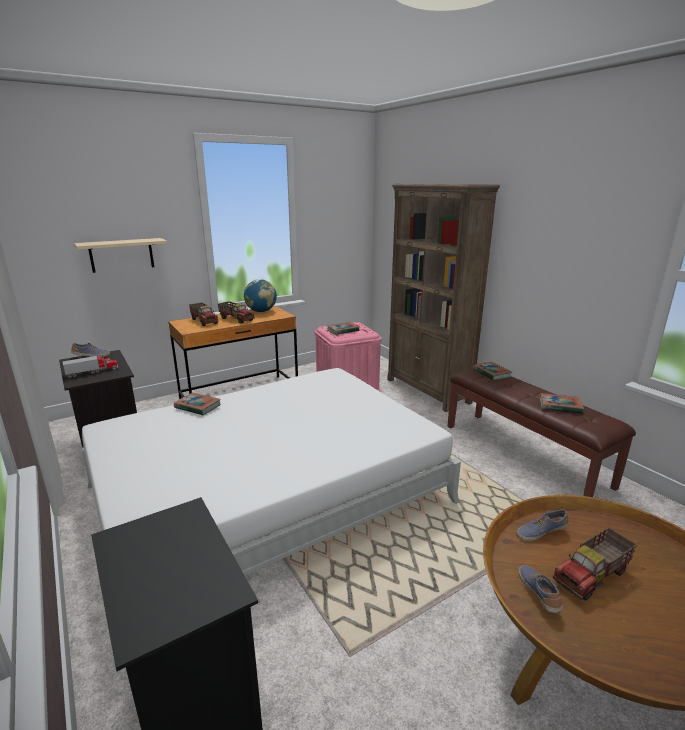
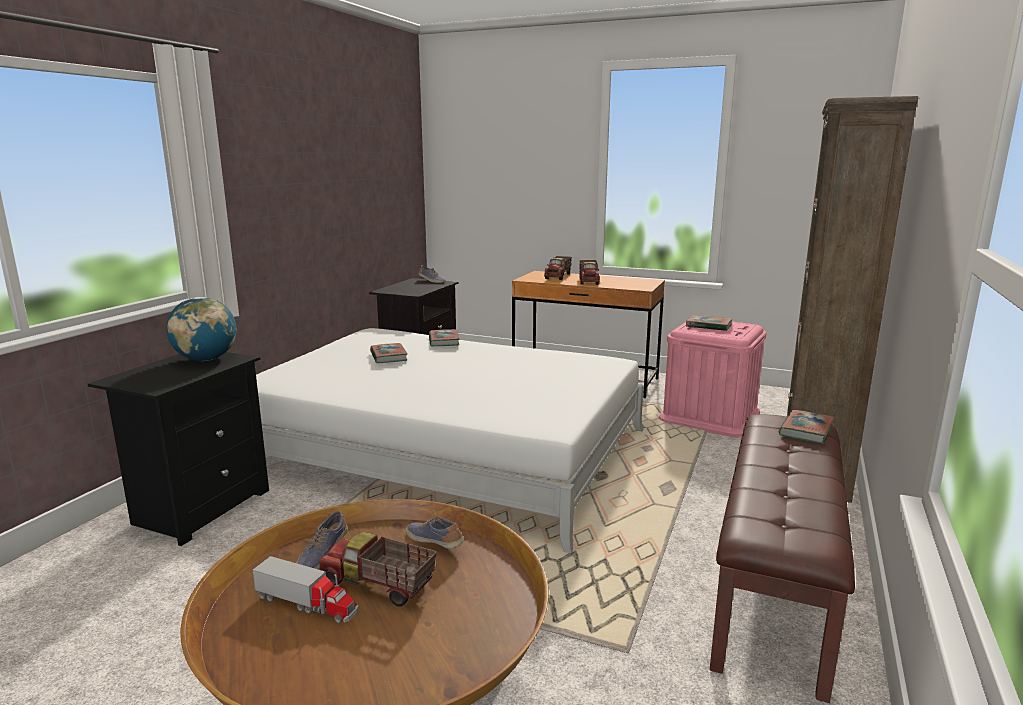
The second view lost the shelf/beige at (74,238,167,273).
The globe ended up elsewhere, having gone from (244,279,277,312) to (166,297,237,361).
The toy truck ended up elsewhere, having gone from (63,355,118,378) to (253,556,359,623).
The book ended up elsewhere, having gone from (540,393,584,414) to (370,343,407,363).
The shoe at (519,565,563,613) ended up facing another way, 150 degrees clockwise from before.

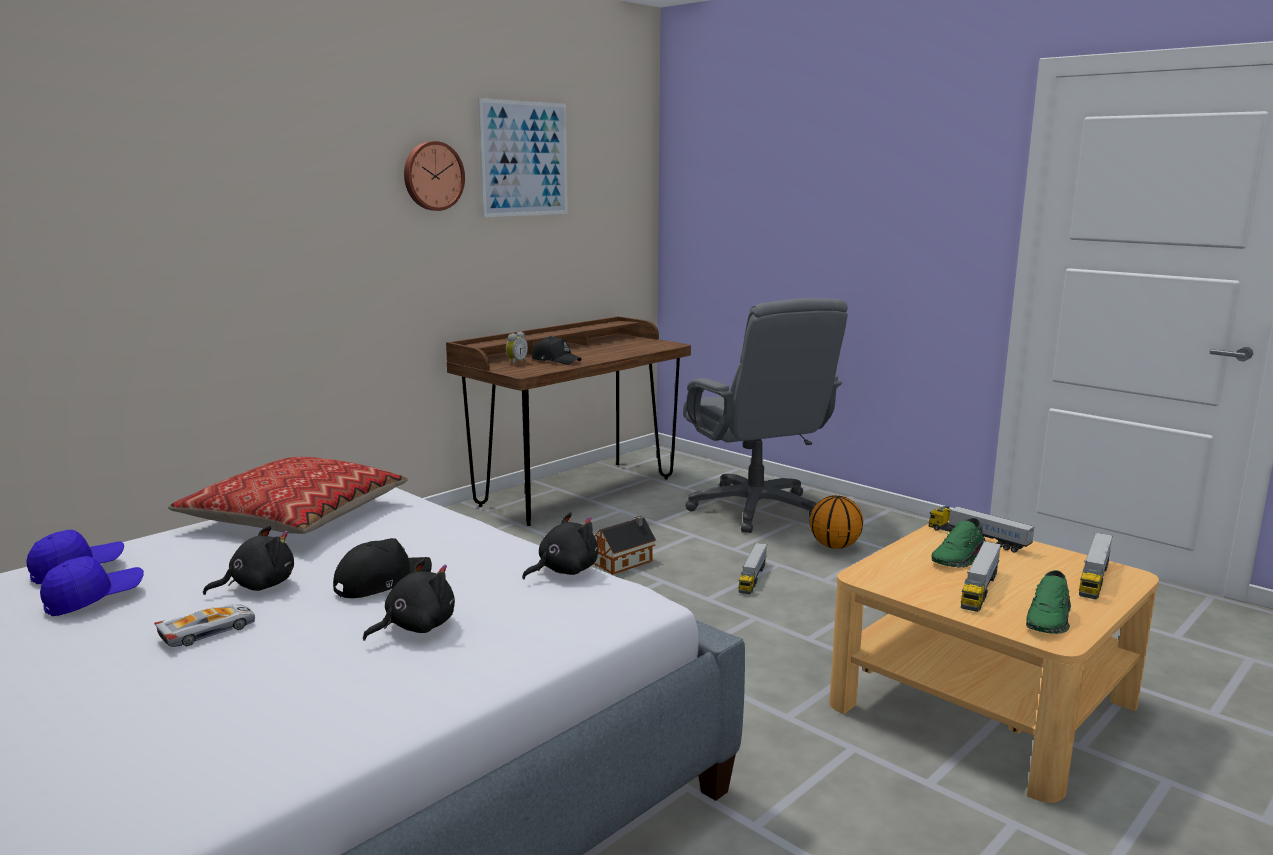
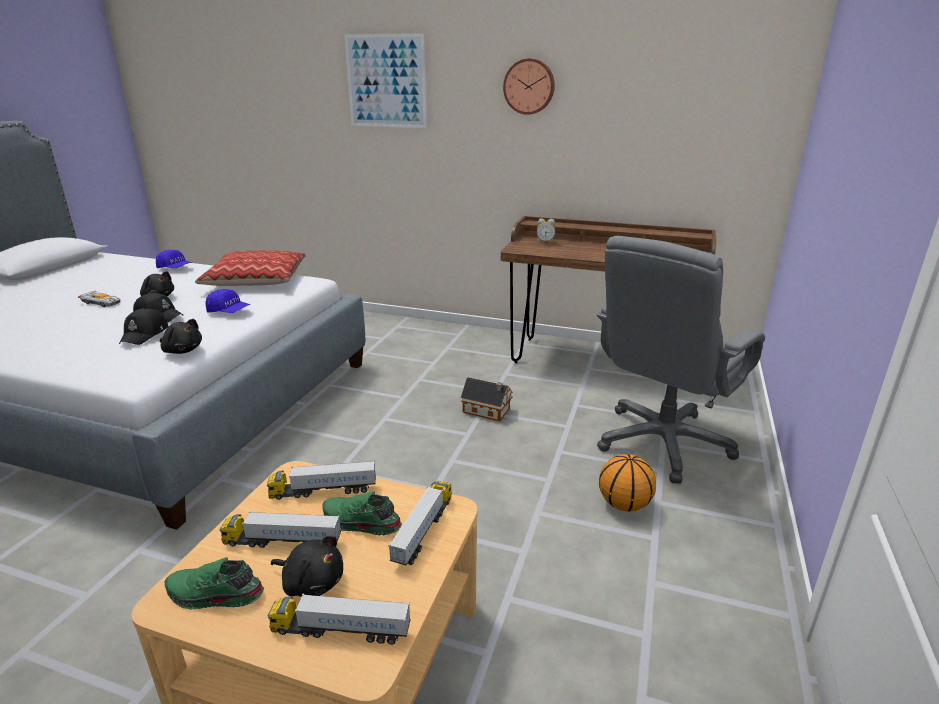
The picture ended up elsewhere, having gone from (478,98,568,217) to (344,33,427,128).
The cap/black ended up elsewhere, having gone from (532,336,581,365) to (119,308,168,345).
The toy truck ended up elsewhere, having gone from (739,543,767,594) to (267,461,376,500).
The cap/blue ended up elsewhere, having gone from (40,556,144,616) to (206,289,250,313).
The plush toy/black ended up elsewhere, having gone from (363,559,455,641) to (271,536,343,597).

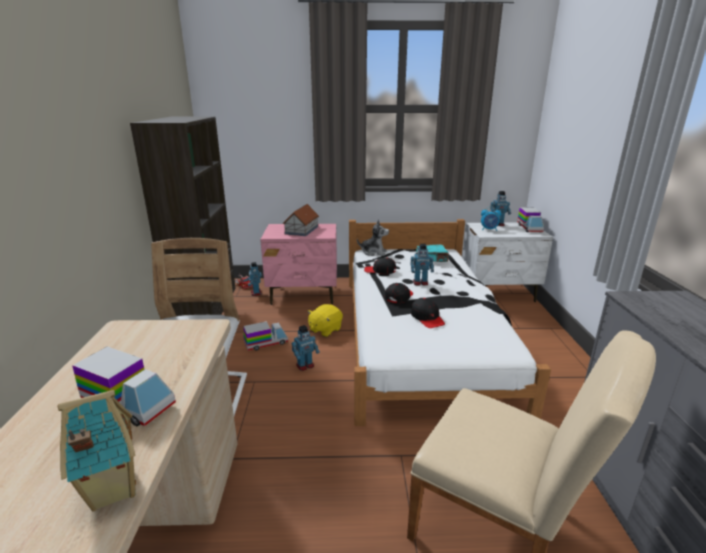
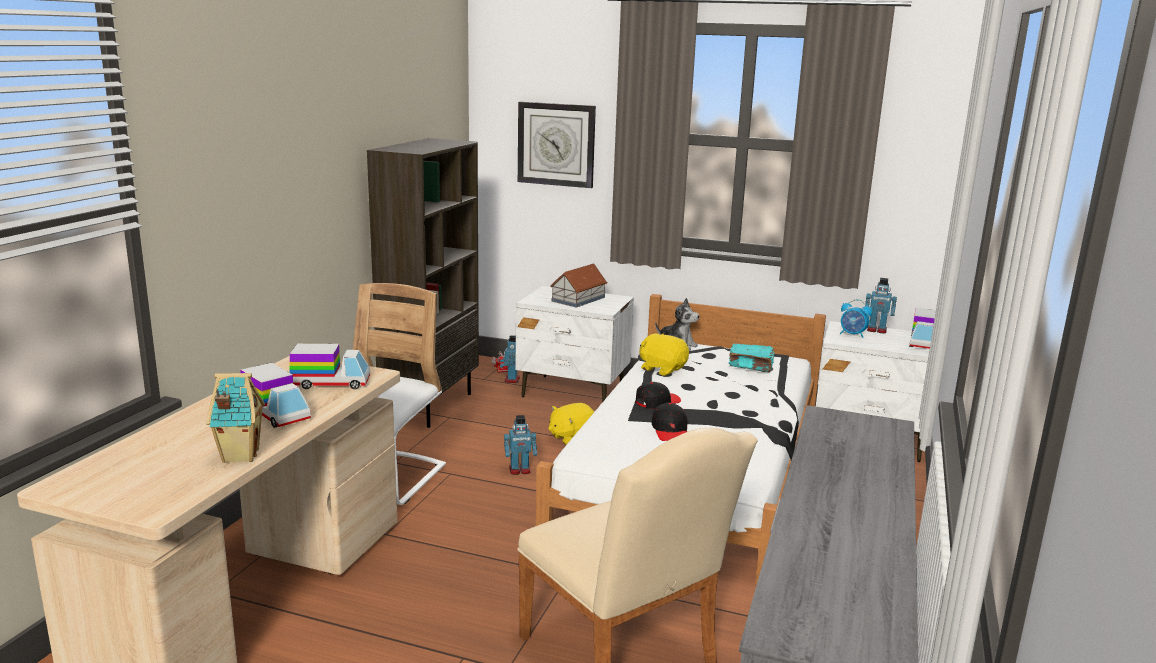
What was the nightstand/pink at (260,224,337,305) turned into the nightstand/white at (515,286,634,402).
The second view lost the toy robot at (411,244,434,286).
Where the cap/black stood at (364,257,396,274), the plush toy/yellow came to stand at (639,333,689,376).
The toy truck ended up elsewhere, having gone from (243,321,288,351) to (289,344,370,389).
The second view gained the wall clock at (518,102,596,188).

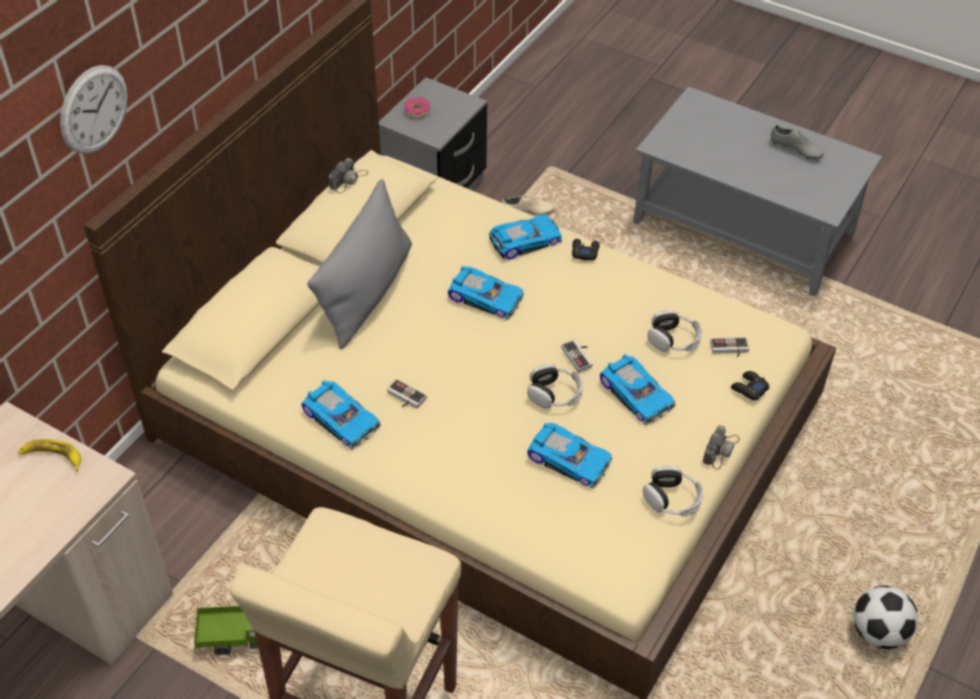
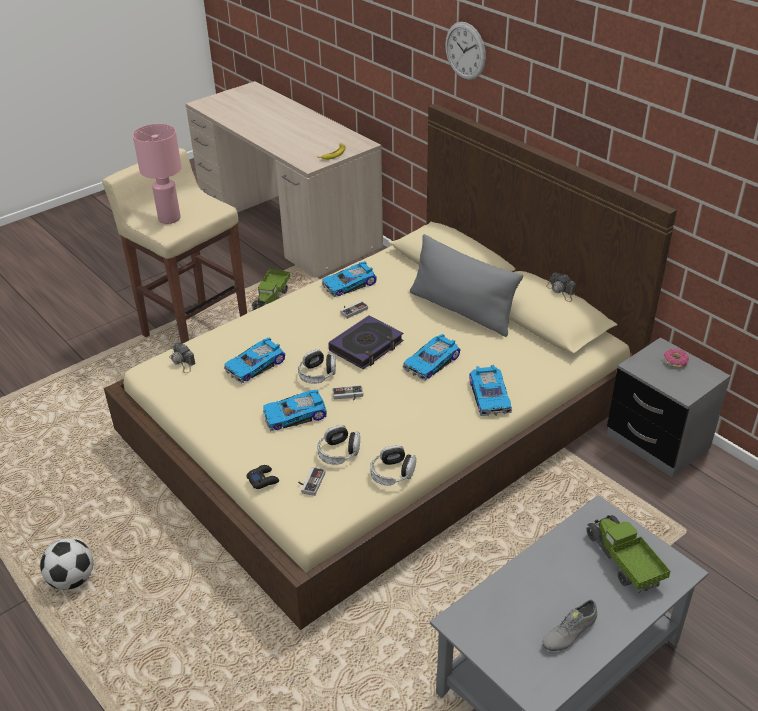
The second view lost the shoe/beige at (501,195,554,215).
The second view lost the game controller/black at (572,239,600,261).
The photo camera ended up elsewhere, having gone from (703,425,740,469) to (169,342,195,373).
The headphones ended up elsewhere, having gone from (643,466,703,517) to (370,445,416,486).
The second view gained the table lamp/pink at (133,124,182,224).
The second view gained the book at (329,316,403,369).
The second view gained the toy truck at (586,515,671,593).

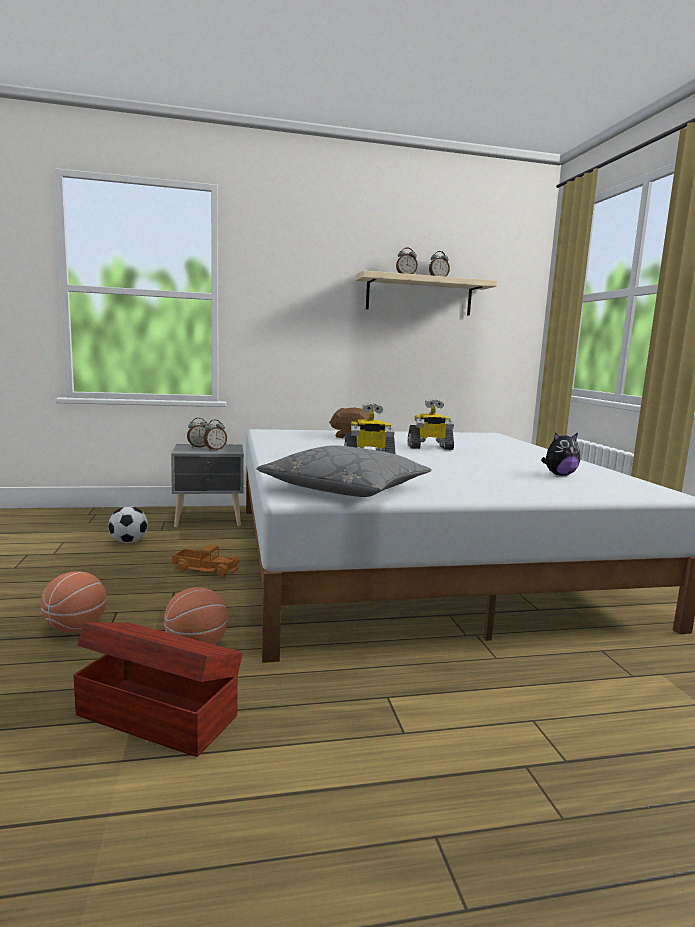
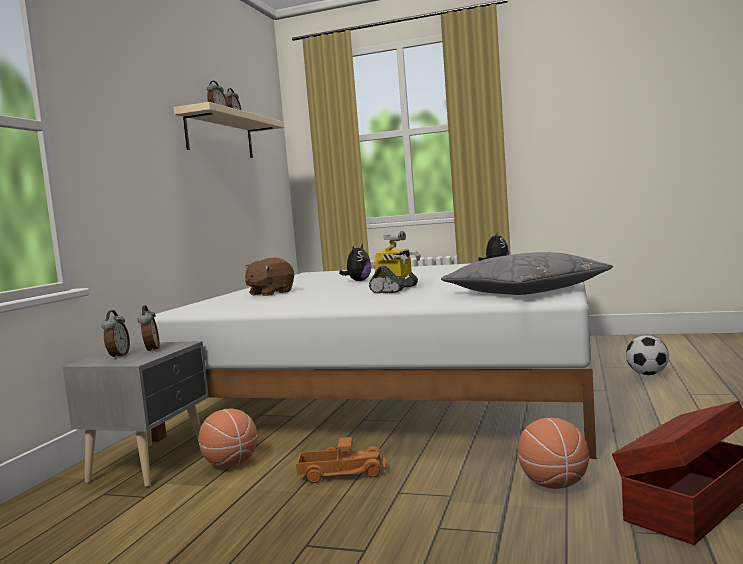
Where the toy robot stood at (408,399,454,450), the plush toy came to stand at (339,245,371,281).
The football ended up elsewhere, having gone from (108,506,148,543) to (626,335,669,375).
The toy truck at (172,544,240,578) ended up facing another way, 45 degrees clockwise from before.
The basketball ended up elsewhere, having gone from (40,571,107,632) to (199,409,257,468).

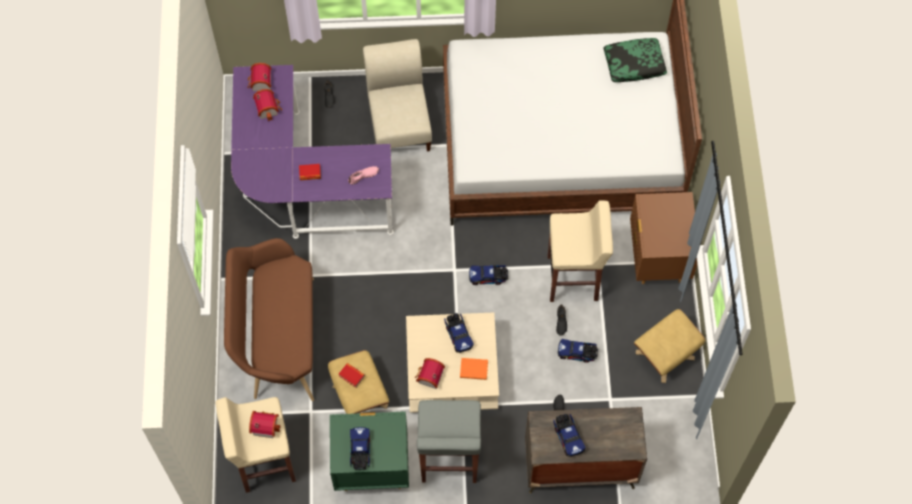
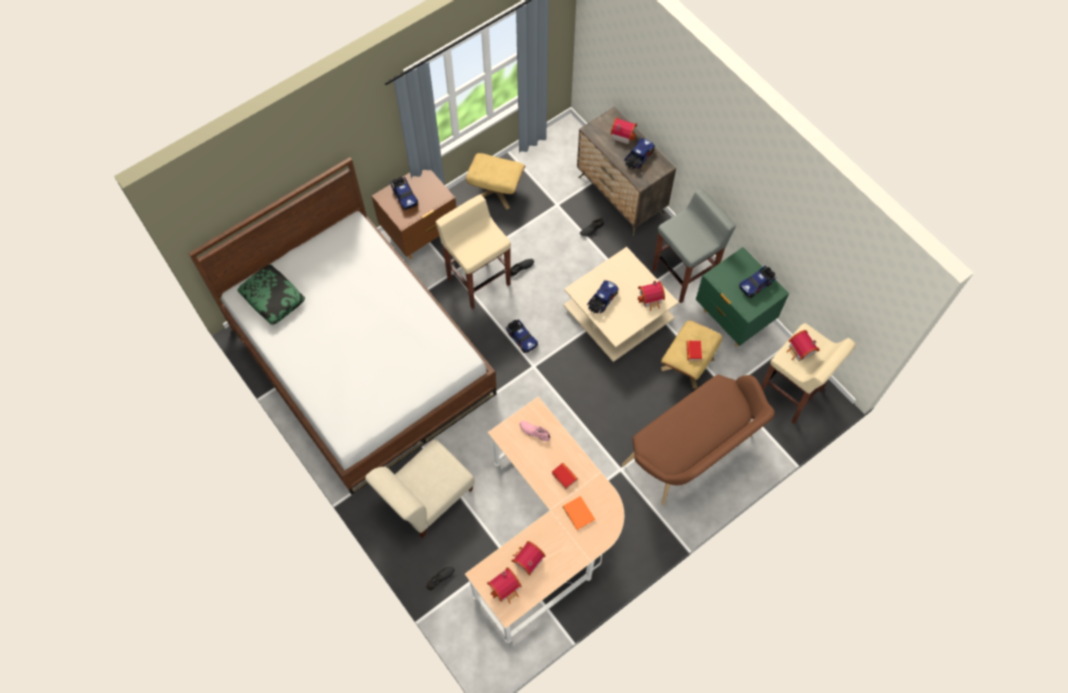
What was the desk/purple at (231,65,394,239) turned into the desk/beige at (465,397,624,643).
The toy truck ended up elsewhere, having gone from (558,339,598,363) to (390,177,418,210).
The book/orange ended up elsewhere, having gone from (460,358,488,380) to (563,496,595,530).
The second view gained the toy house at (611,117,637,144).

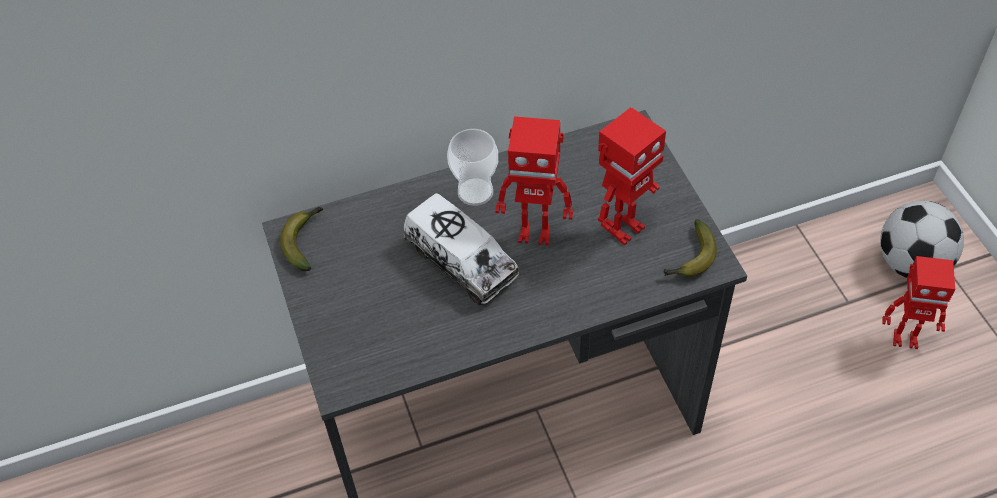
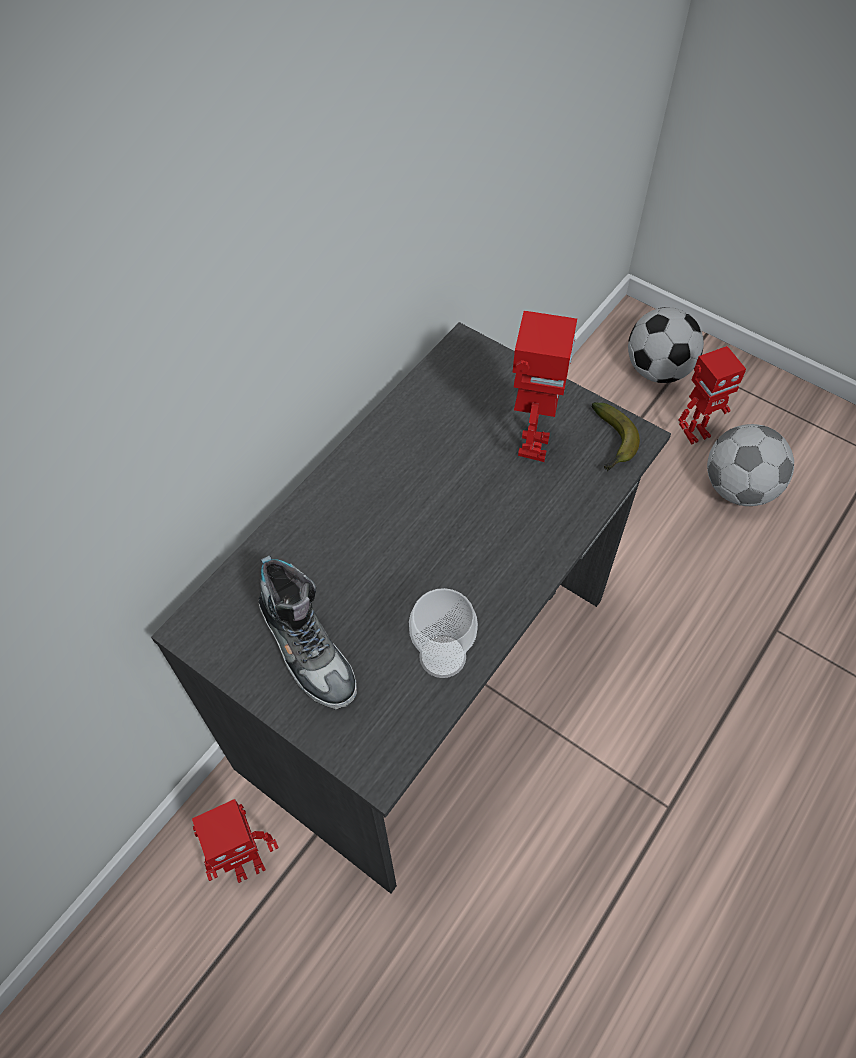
The toy robot ended up elsewhere, having gone from (495,116,573,246) to (192,799,278,883).
The cup ended up elsewhere, having gone from (447,129,498,206) to (409,588,478,678).
The second view lost the toy truck at (403,193,519,305).
The second view lost the banana at (280,207,323,271).
The second view gained the football at (707,424,794,506).
The second view gained the shoe at (259,555,357,710).

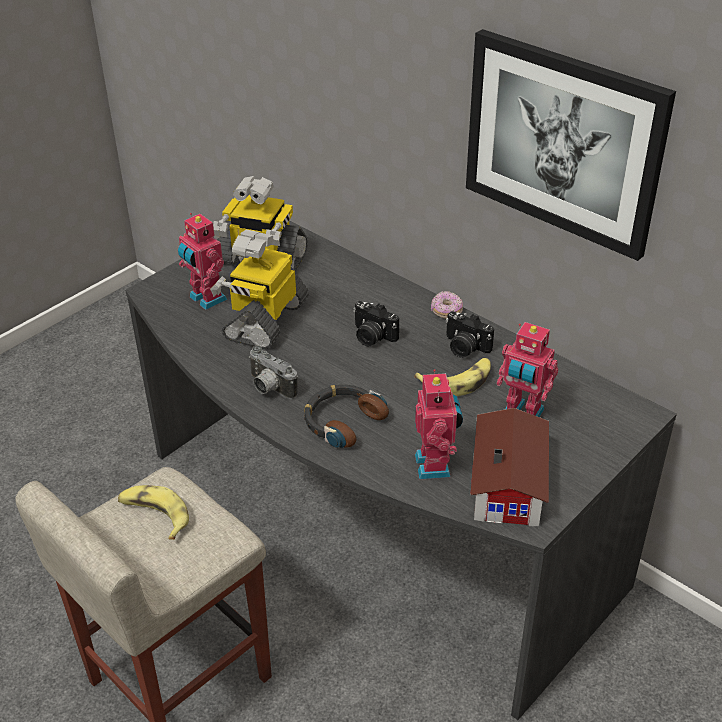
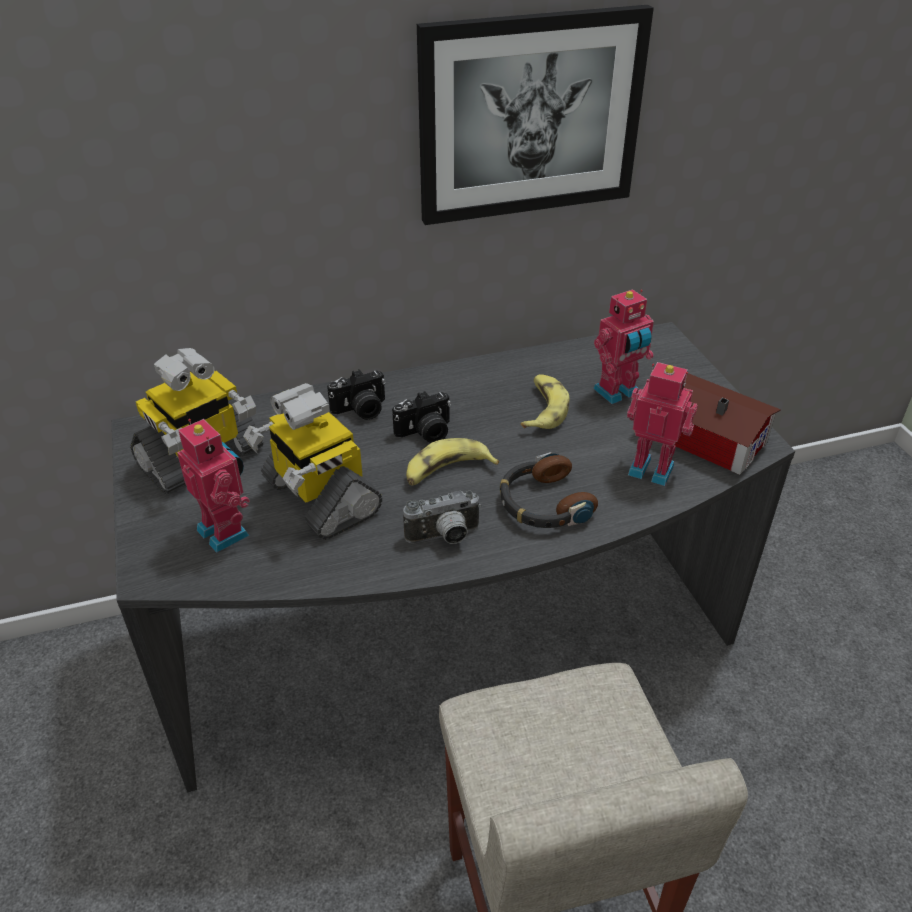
The toy robot at (178,213,227,310) ended up facing another way, 120 degrees counterclockwise from before.
The second view lost the donut at (431,291,463,319).
The photo camera ended up elsewhere, having gone from (445,311,494,358) to (327,369,386,420).
The banana ended up elsewhere, having gone from (118,485,189,540) to (406,438,499,486).

